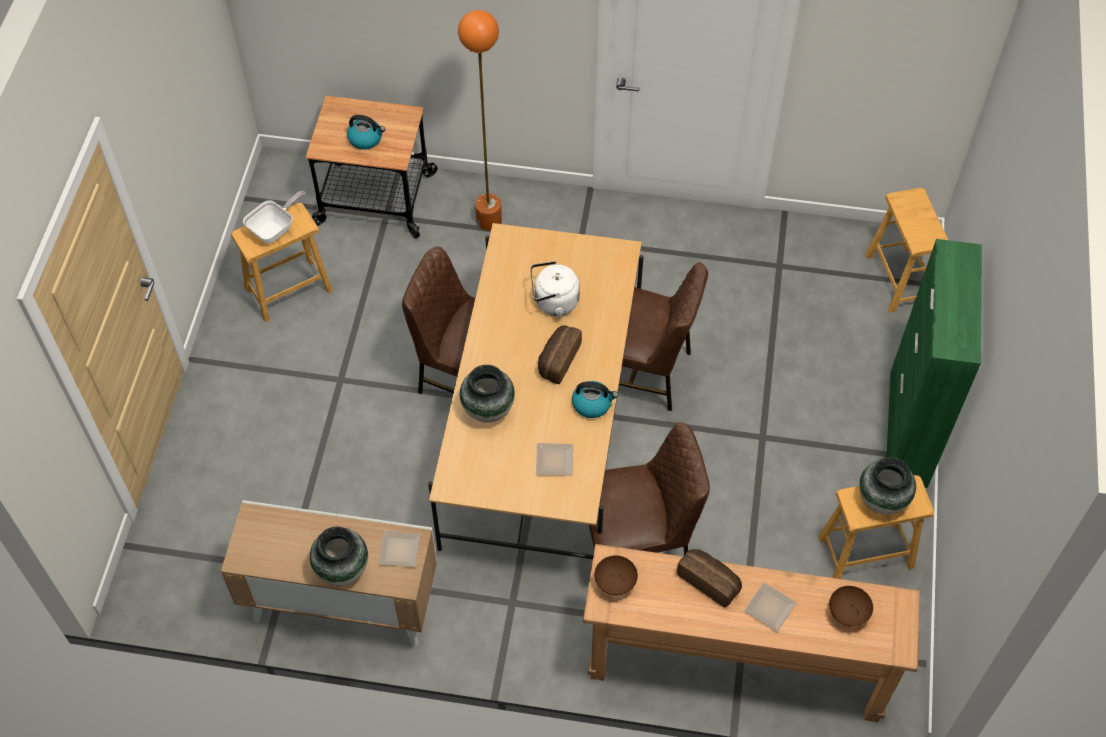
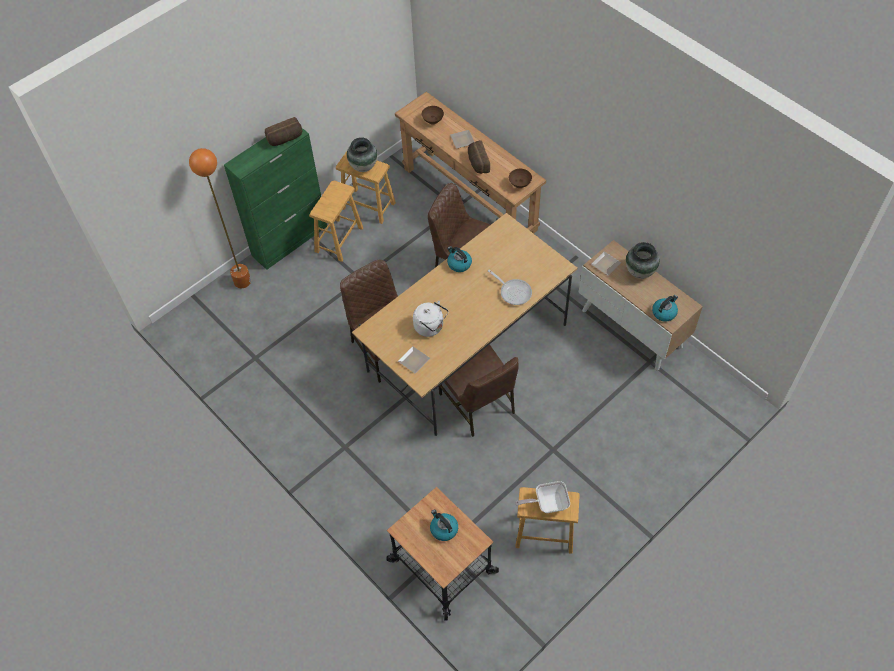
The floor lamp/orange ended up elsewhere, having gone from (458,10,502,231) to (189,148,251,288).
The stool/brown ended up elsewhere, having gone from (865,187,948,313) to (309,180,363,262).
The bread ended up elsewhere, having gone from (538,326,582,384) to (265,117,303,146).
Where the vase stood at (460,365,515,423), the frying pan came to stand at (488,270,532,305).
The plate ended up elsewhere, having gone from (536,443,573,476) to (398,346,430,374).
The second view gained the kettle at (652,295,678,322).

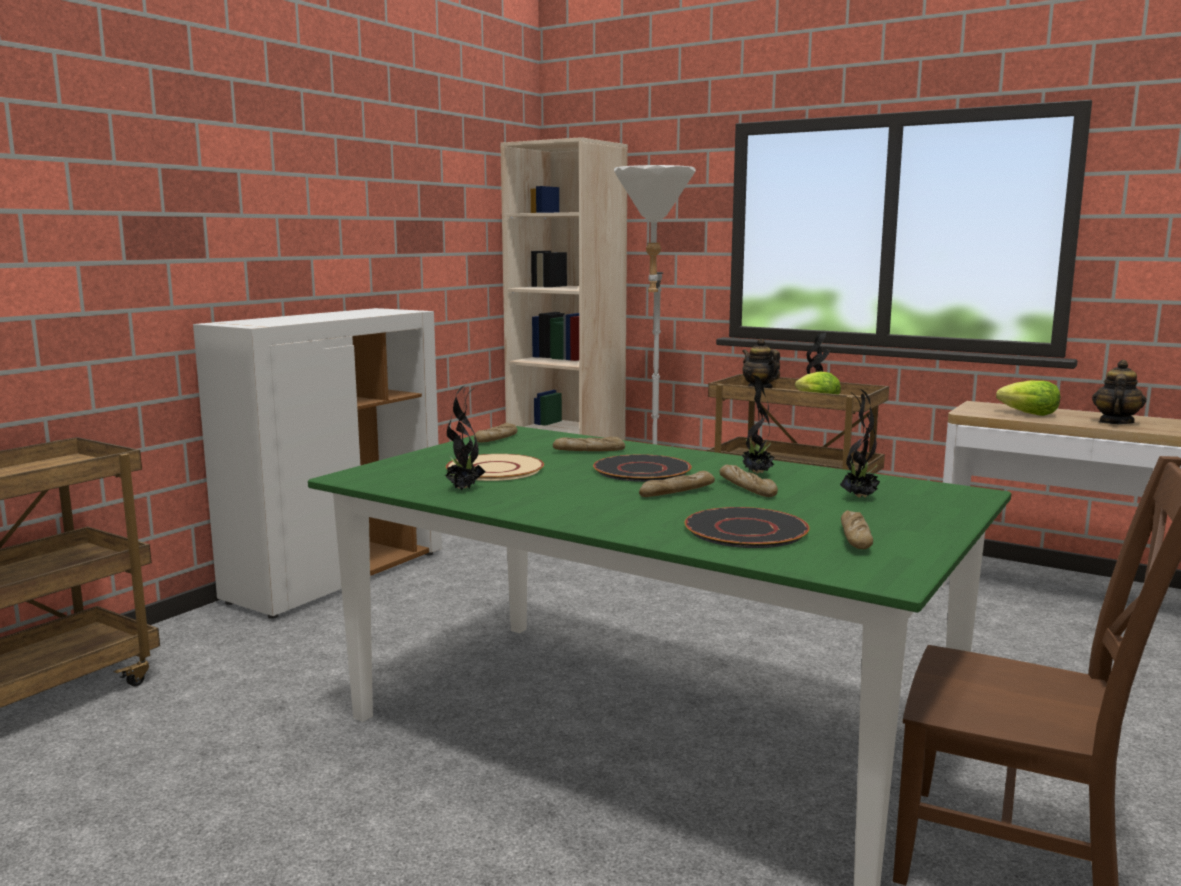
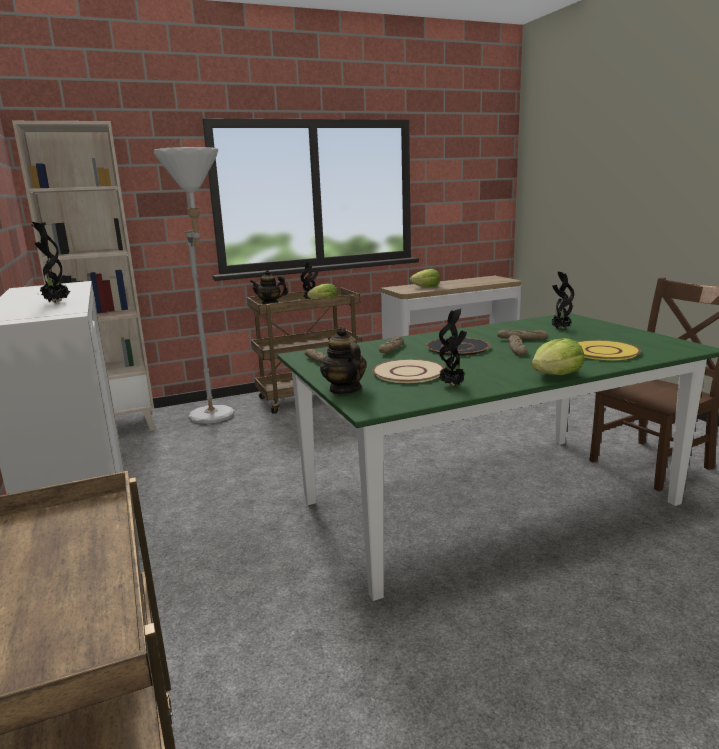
The teapot ended up elsewhere, having gone from (1092,360,1146,424) to (320,326,367,395).
The potted plant ended up elsewhere, having gone from (738,375,774,474) to (31,222,70,303).
What was the plate/black at (685,507,810,548) turned into the plate/yellow at (577,340,641,360).
The second view lost the bread at (841,510,873,549).
The second view gained the lettuce at (532,338,585,375).

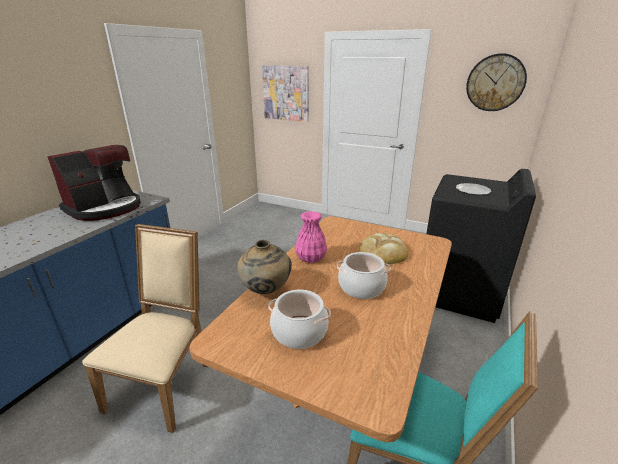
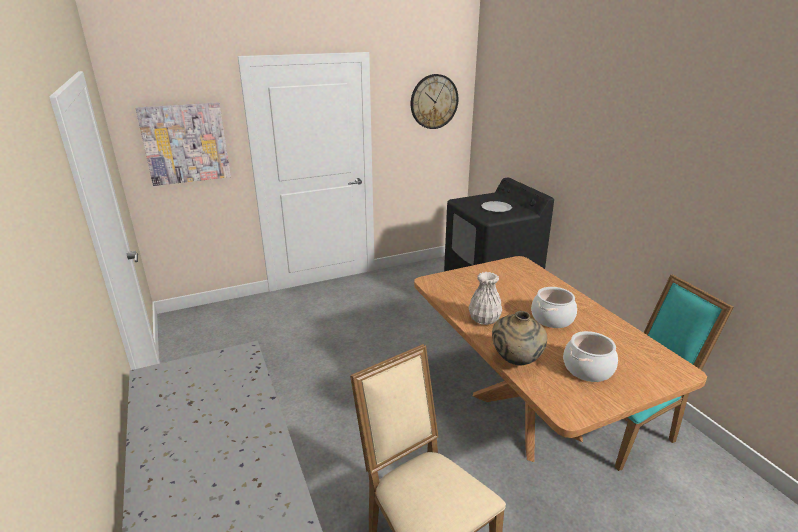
The second view lost the coffee machine at (47,145,141,221).
What was the vase/pink at (295,211,327,263) turned into the vase/white at (468,272,502,325).
The second view lost the bread at (360,233,408,264).

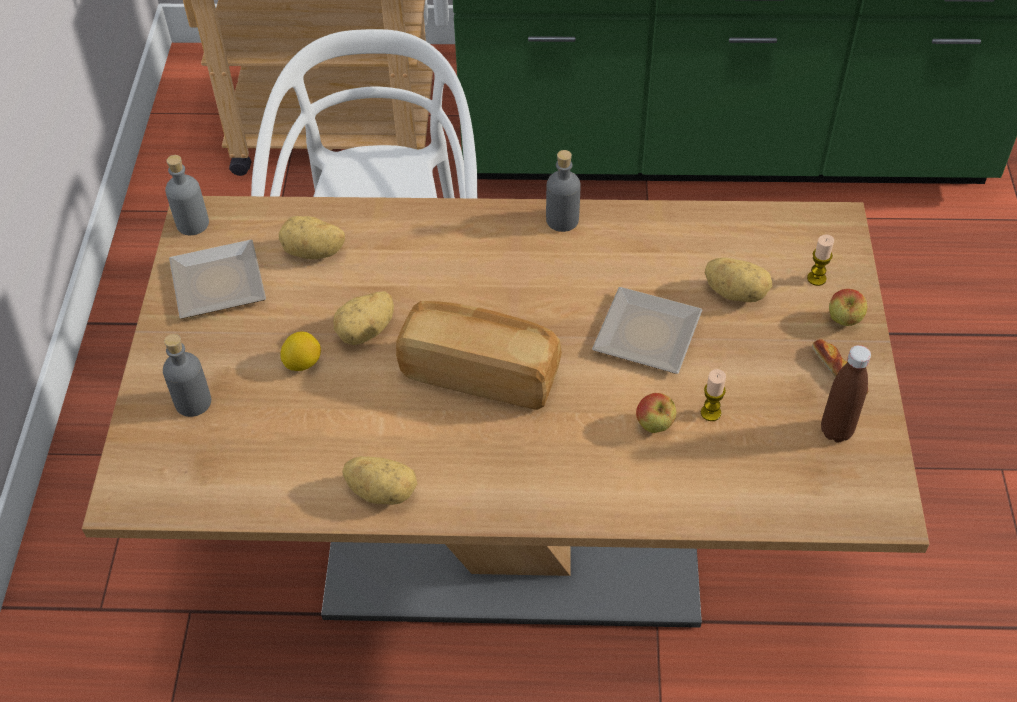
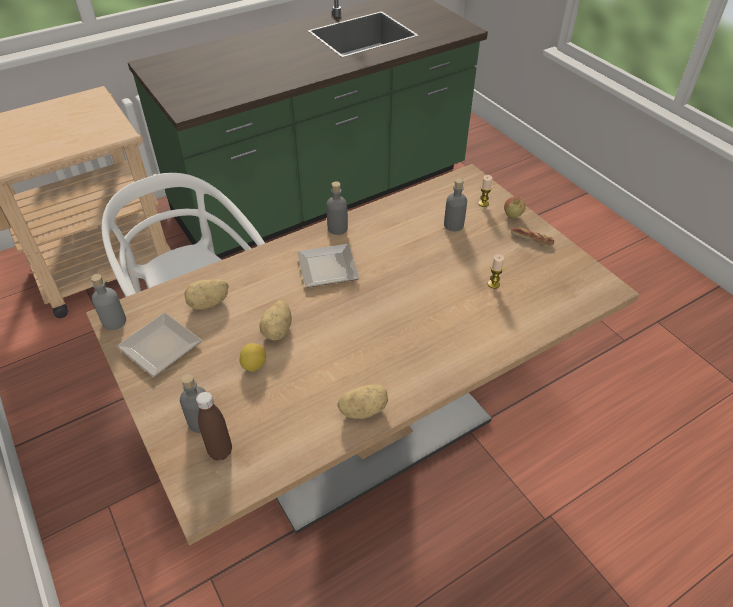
Where the potato stood at (705,257,772,302), the bottle/grey came to stand at (444,178,467,231).
The plate ended up elsewhere, having gone from (592,287,702,374) to (297,244,360,288).
The second view lost the bread at (396,301,562,410).
The bottle/brown ended up elsewhere, having gone from (821,345,871,442) to (196,392,232,460).
The second view lost the apple at (636,393,676,433).

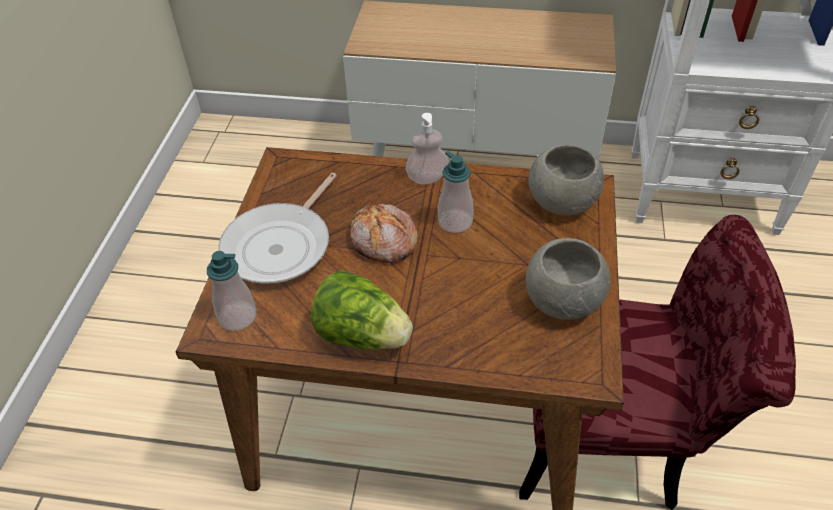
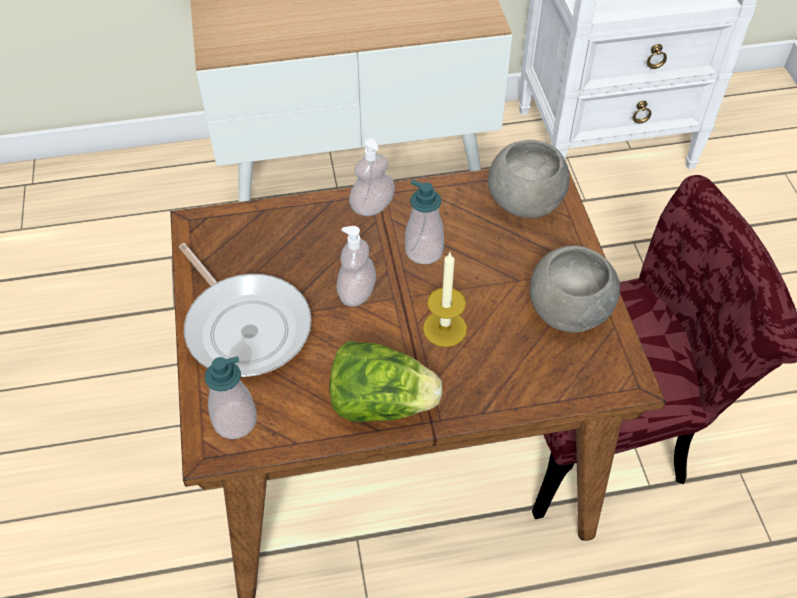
The frying pan at (218,173,337,283) ended up facing another way, 45 degrees counterclockwise from before.
Where the bread stood at (351,204,418,263), the soap dispenser came to stand at (336,226,376,307).
The second view gained the candle at (423,253,467,347).

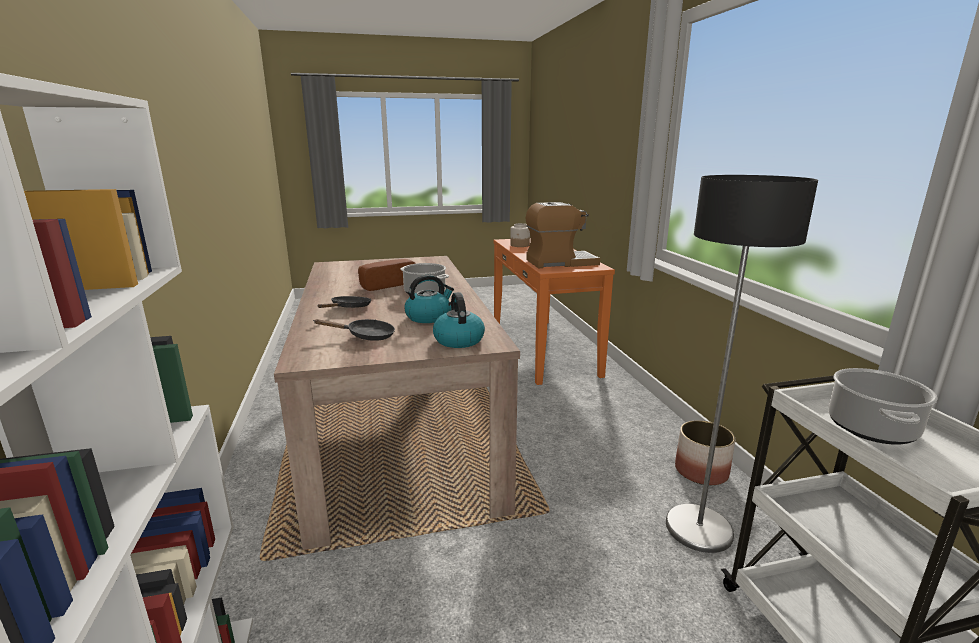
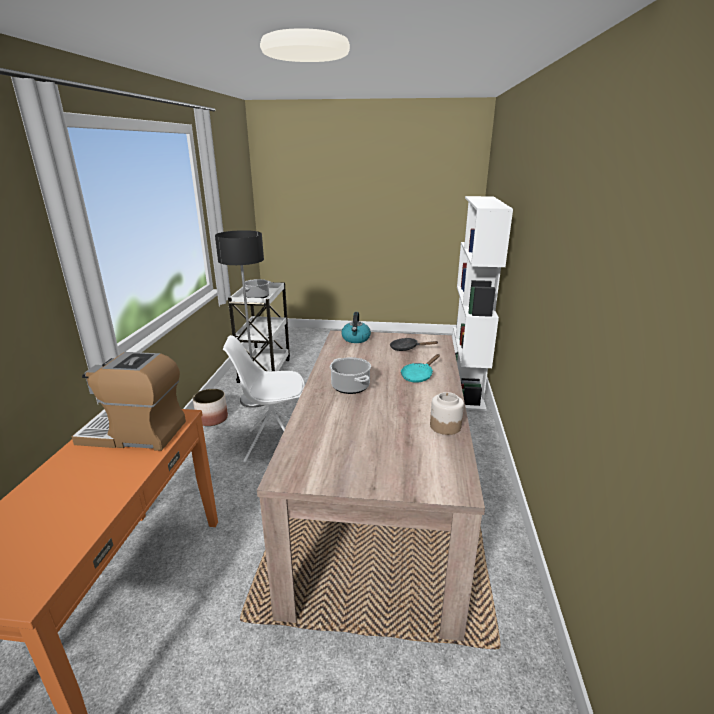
The jar ended up elsewhere, having gone from (510,223,530,247) to (430,392,464,435).
The second view lost the bread at (358,259,416,291).
The second view lost the kettle at (404,275,454,323).
What was the frying pan/black at (318,296,371,308) turned into the frying pan/turquoise at (401,354,440,383).
The second view gained the chair/white at (223,335,305,463).

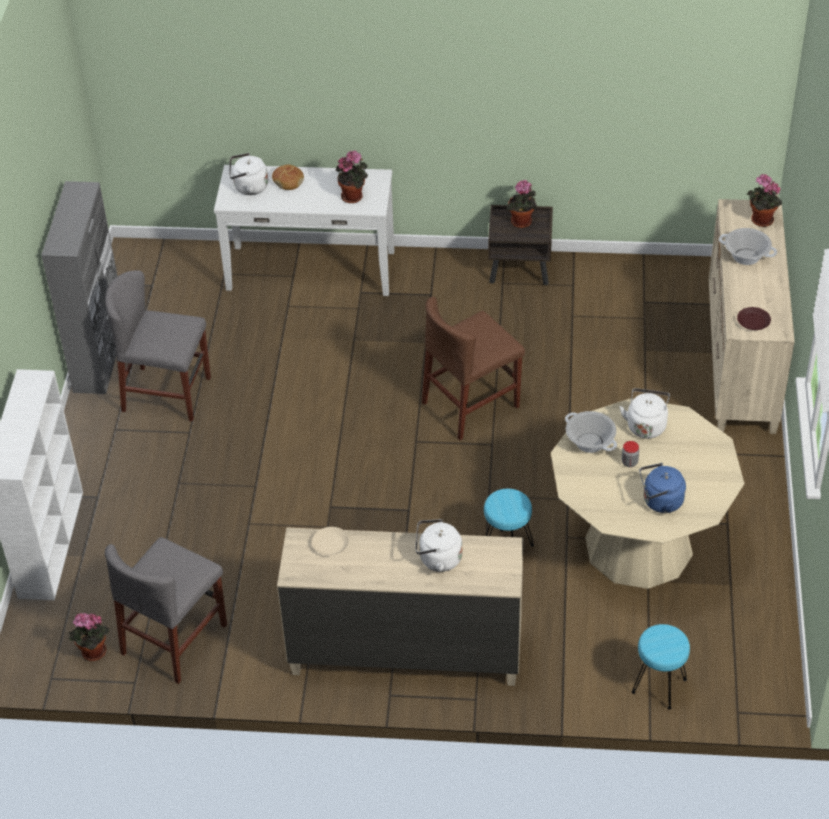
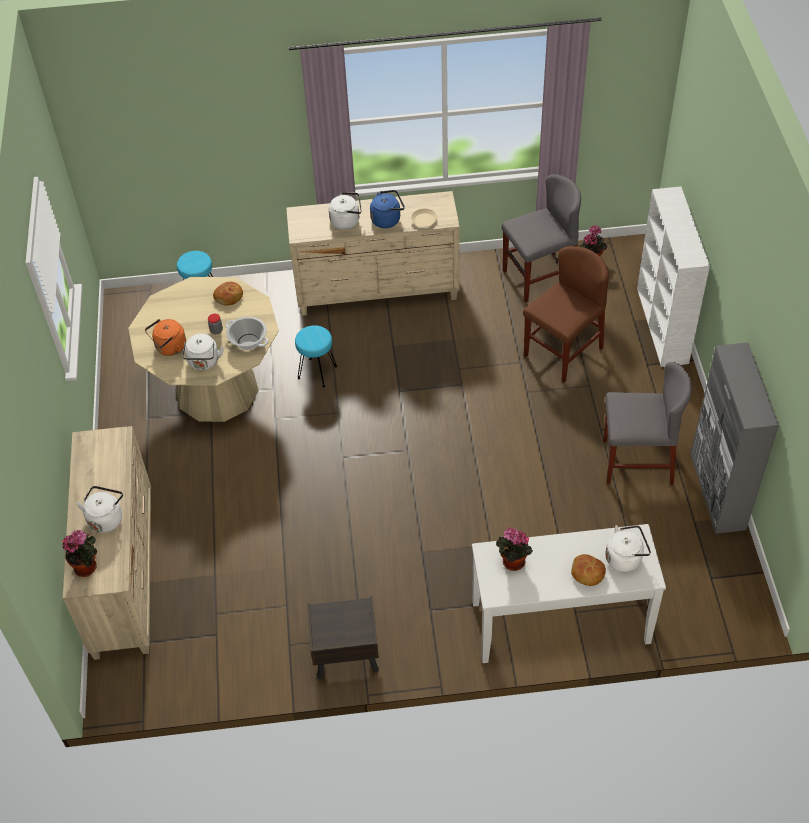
The second view lost the potted plant at (506,180,537,228).
Where the cooking pot stood at (719,228,777,265), the kettle/white came to stand at (77,486,123,533).
The chair/brown ended up elsewhere, having gone from (422,297,525,440) to (523,246,609,382).
The second view lost the plate/brown at (737,307,771,330).
The kettle/blue ended up elsewhere, having gone from (640,463,686,513) to (370,190,405,228).
The chair/grey at (105,537,227,684) ended up facing another way, 45 degrees clockwise from before.
The second view gained the bread at (213,282,243,305).
The second view gained the kettle/orange at (145,319,186,356).

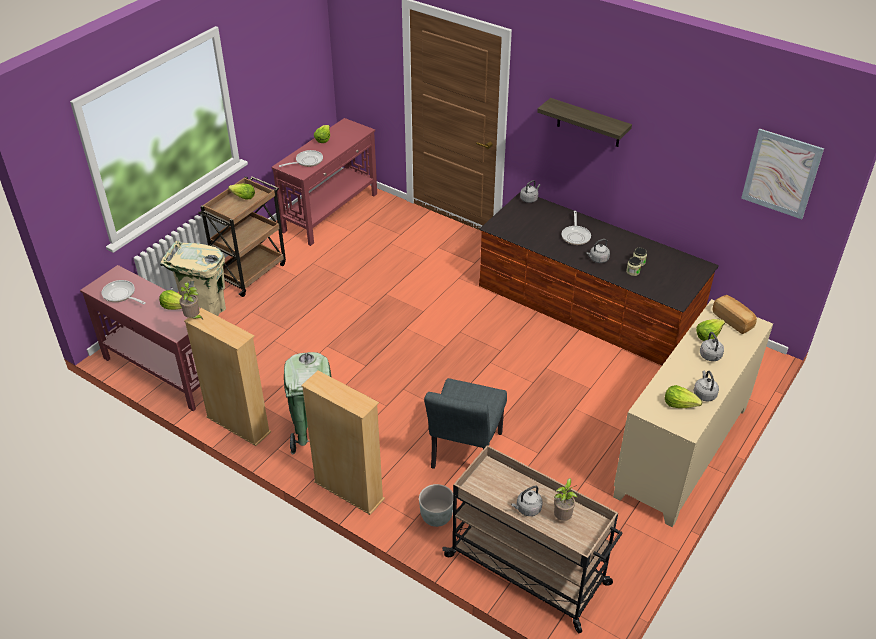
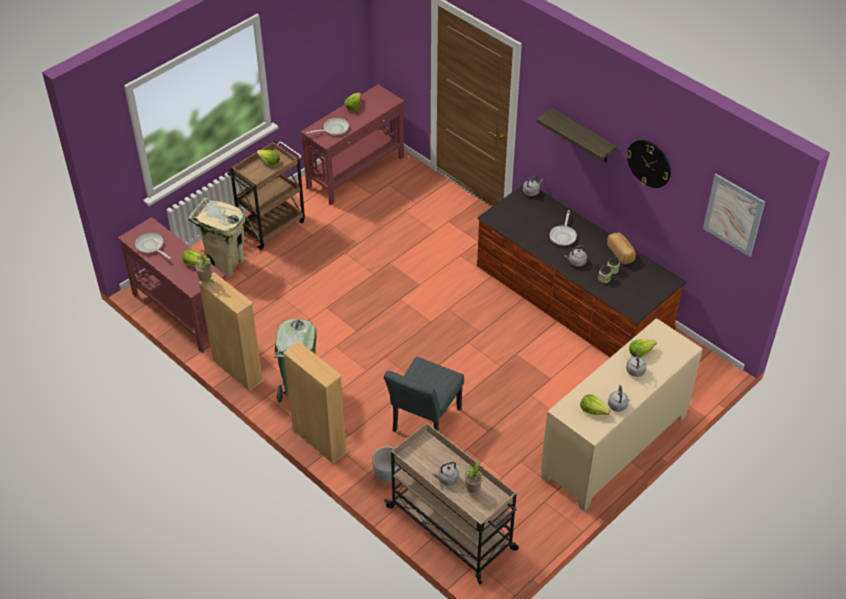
The bread ended up elsewhere, having gone from (713,295,757,334) to (607,232,636,265).
The second view gained the wall clock at (626,140,671,188).

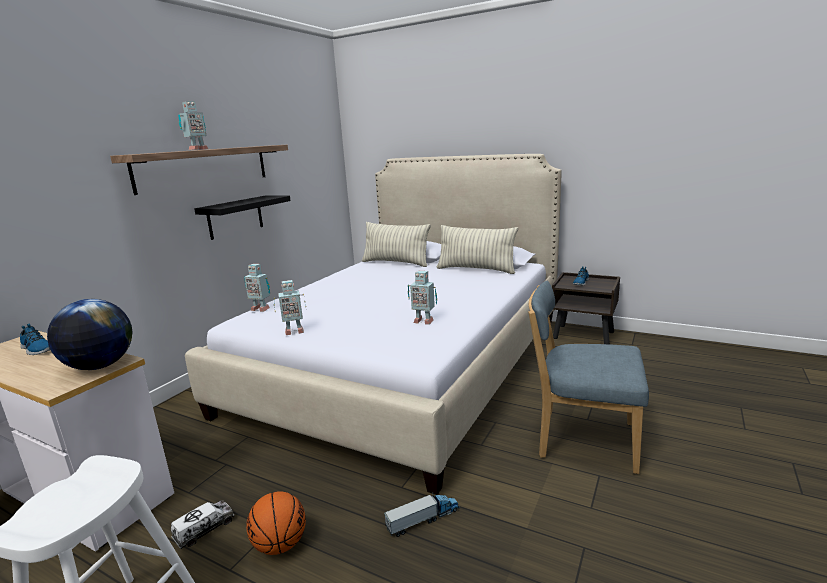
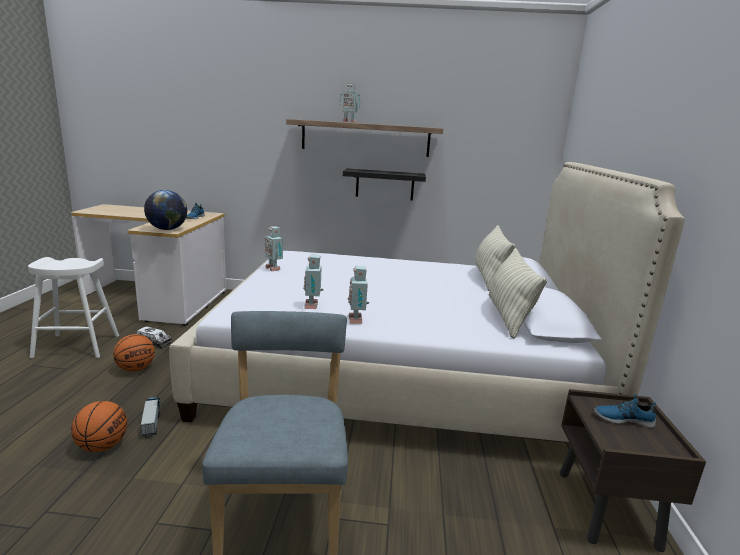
The toy robot ended up elsewhere, having gone from (244,264,270,312) to (348,266,369,324).
The toy truck at (384,492,460,537) ended up facing another way, 150 degrees counterclockwise from before.
The second view gained the basketball at (71,401,127,452).

